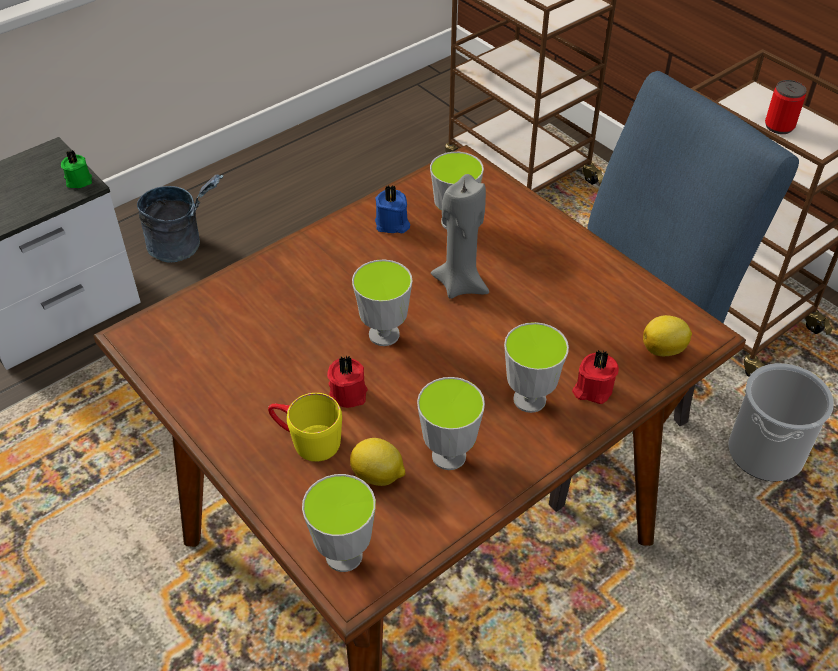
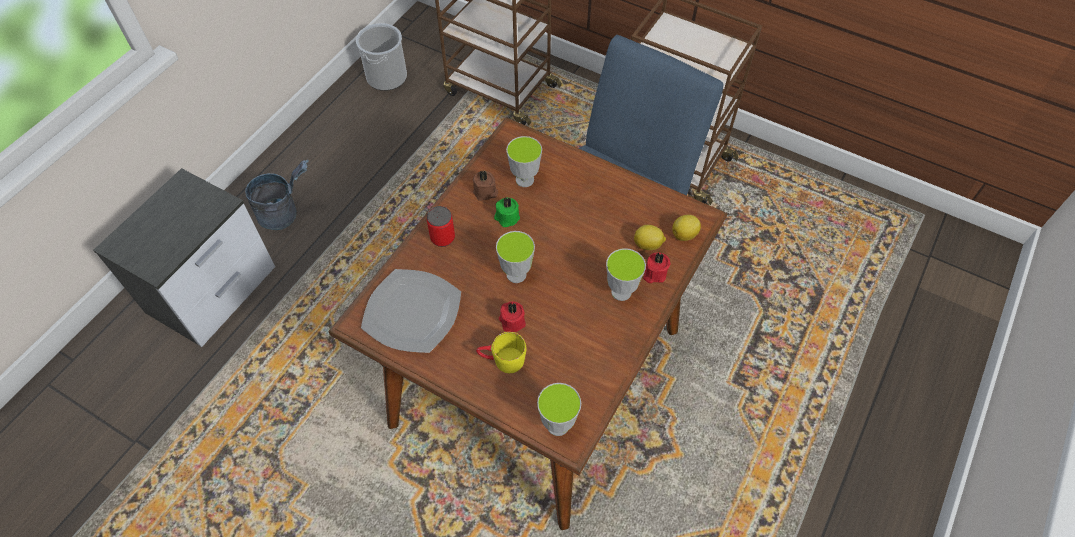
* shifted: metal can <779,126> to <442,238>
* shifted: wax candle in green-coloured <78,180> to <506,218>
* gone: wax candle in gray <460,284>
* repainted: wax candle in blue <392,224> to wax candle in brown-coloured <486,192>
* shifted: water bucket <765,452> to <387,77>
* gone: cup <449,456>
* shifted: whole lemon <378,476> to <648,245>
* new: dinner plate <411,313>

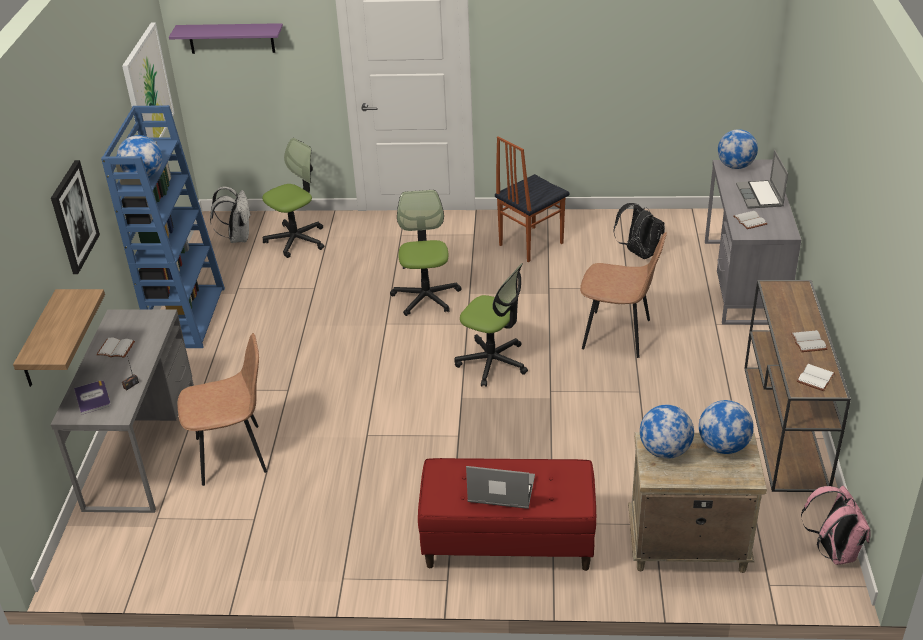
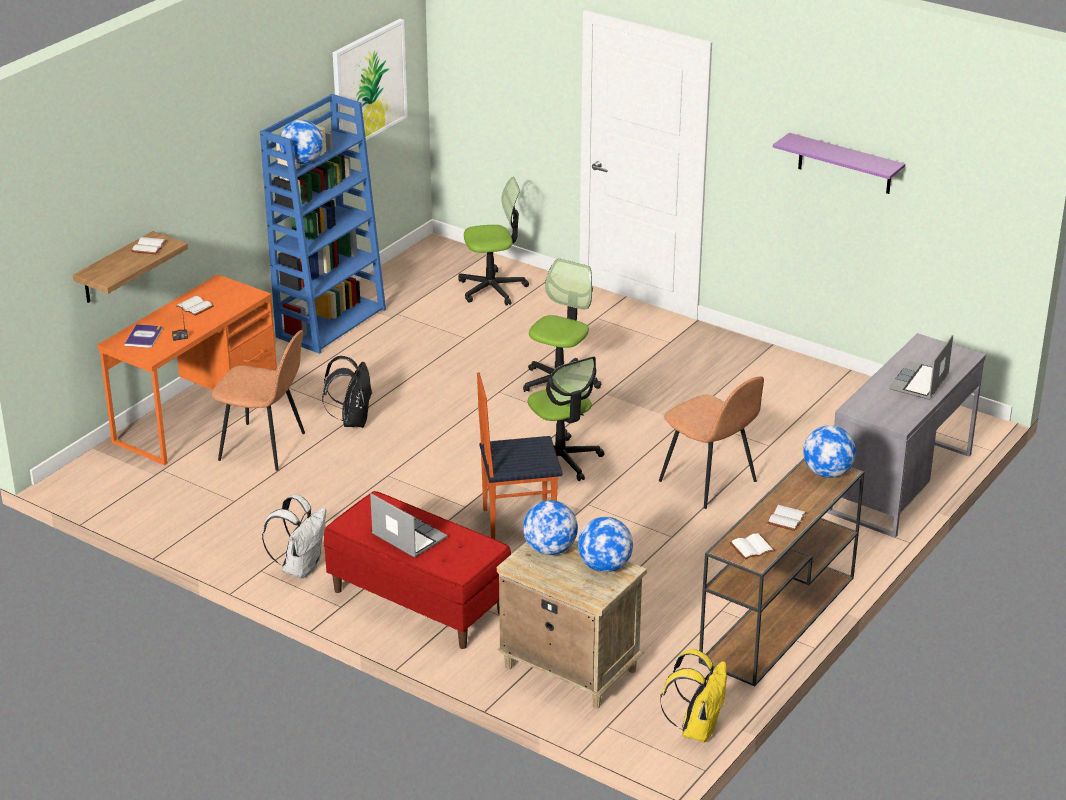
* shifted: shelf in purple <231,38> to <845,164>
* shifted: world globe <735,166> to <827,473>
* shifted: chair <530,244> to <518,522>
* gone: wall picture <73,217>
* shifted: rucksack in white-coloured <238,237> to <301,567>
* shifted: rucksack in black-coloured <639,253> to <352,421>
* shifted: bound book in white-coloured <751,221> to <149,247>
* repainted: desk in gray <142,450> to desk in orange <197,416>
* repainted: rucksack in pink-coloured <833,551> to rucksack in yellowish <697,728>

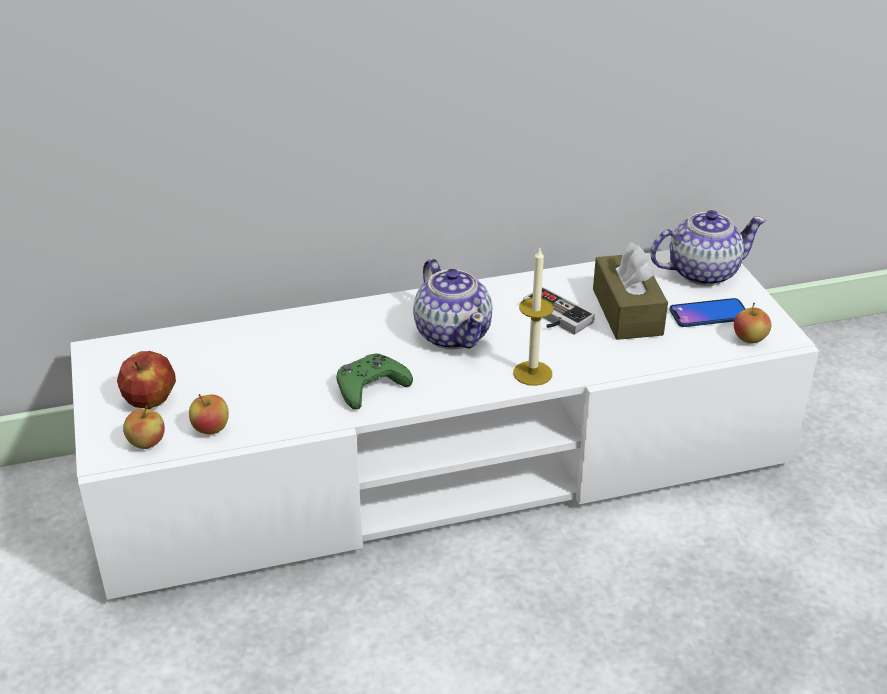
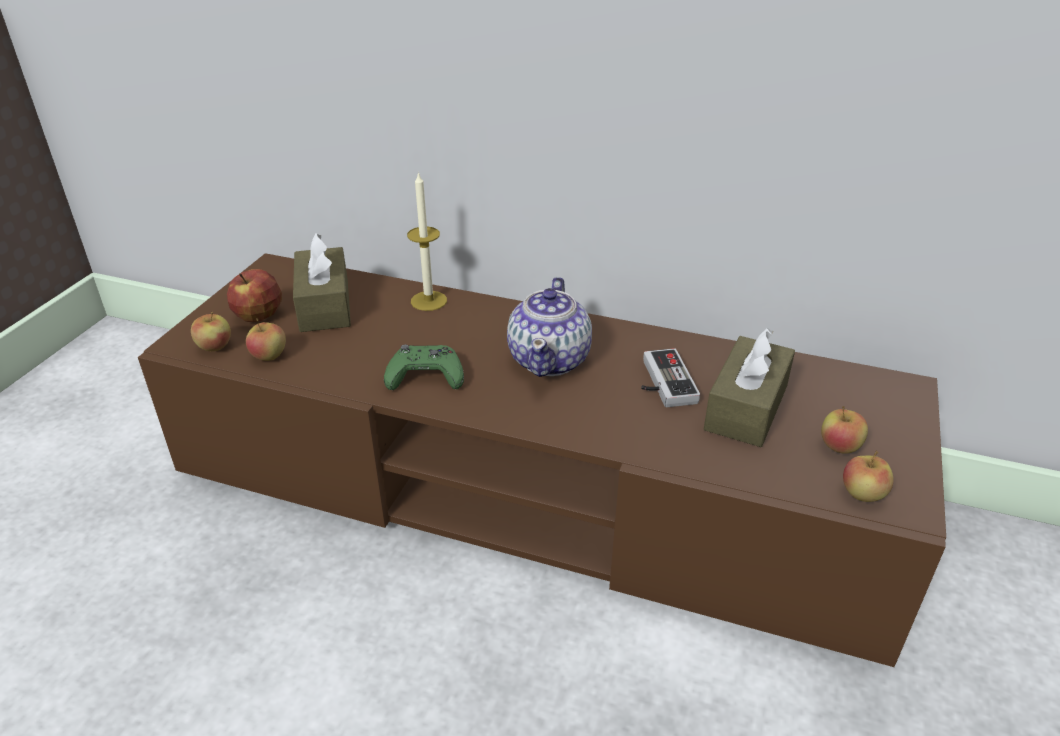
* gone: teapot <701,272>
* shifted: wax candle <532,373> to <429,301>
* repainted: tv unit in white-coloured <443,464> to tv unit in brown-coloured <530,489>
* swapped: telephone <709,314> to apple <839,447>
* new: tissue box in brown-coloured <324,305>

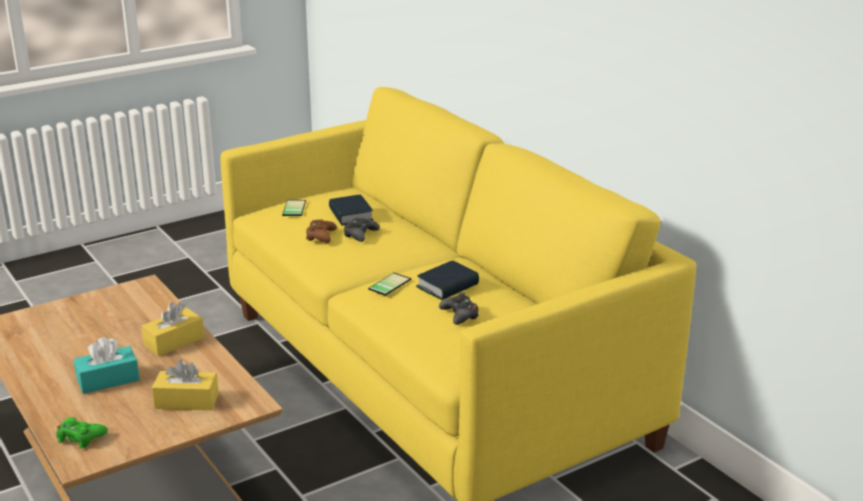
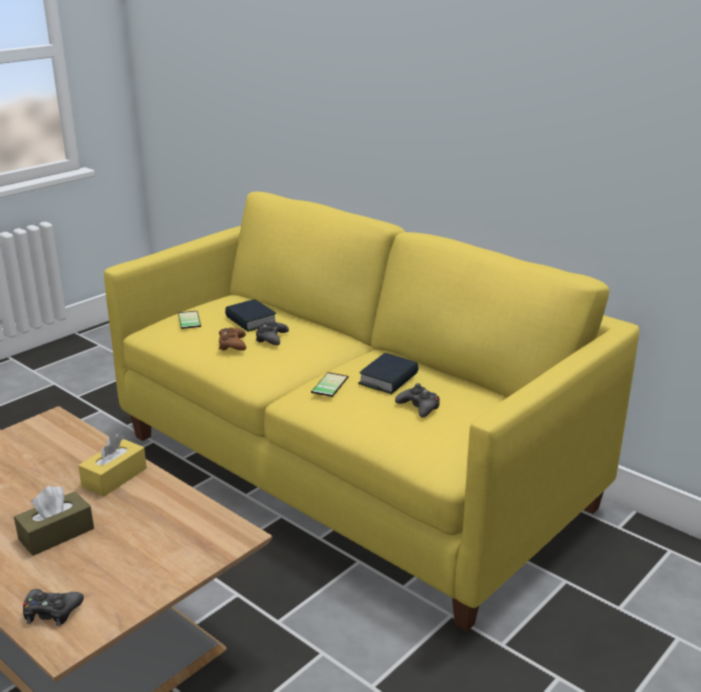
* repainted: tissue box in turquoise-coloured <108,380> to tissue box in brown-coloured <56,534>
* gone: tissue box in yellowish <186,401>
* repainted: game controller in green-coloured <80,437> to game controller in black-coloured <51,612>

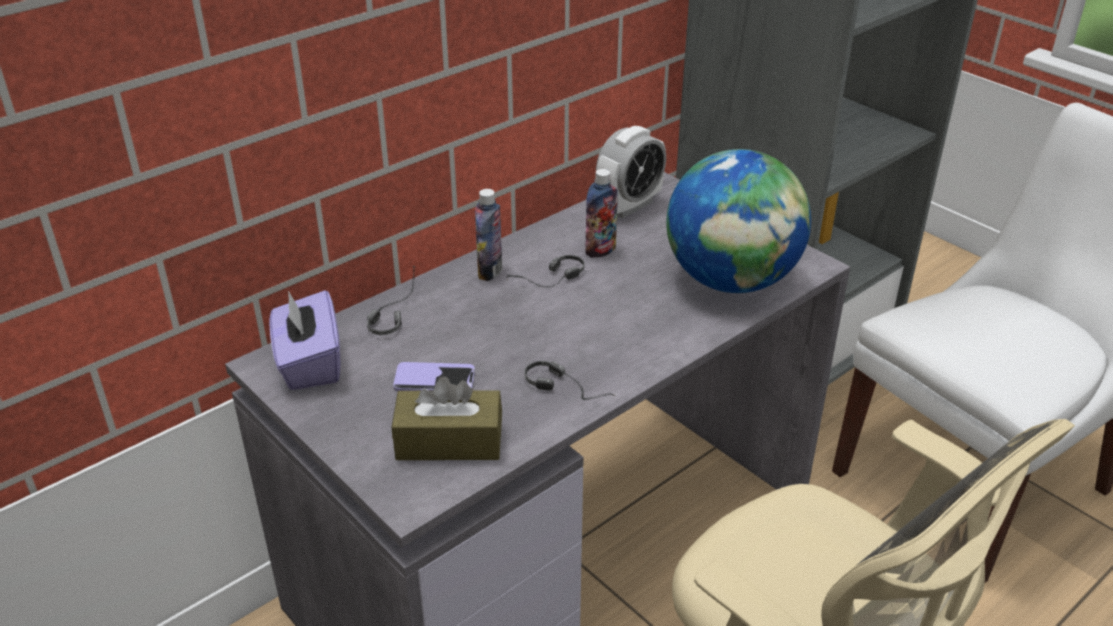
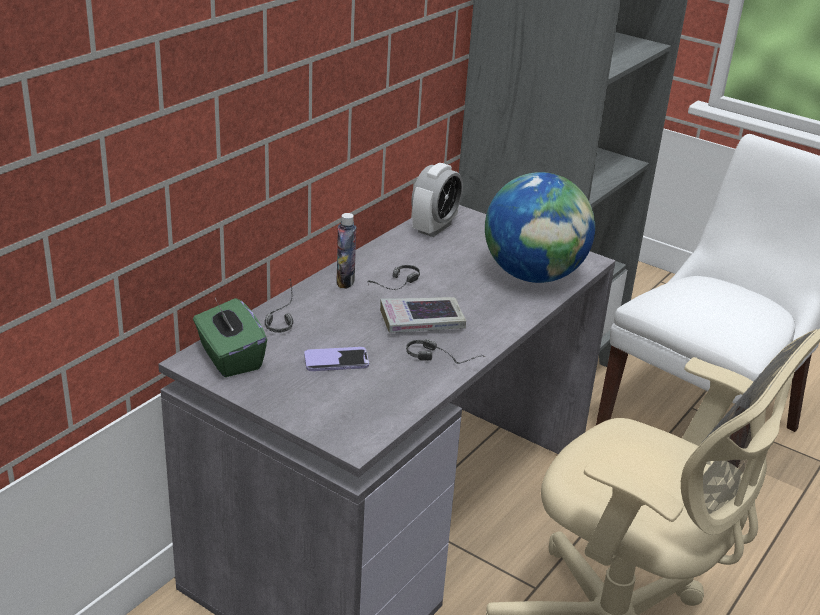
* gone: drink bottle <600,250>
* repainted: tissue box in purple <309,364> to tissue box in green-coloured <229,358>
* gone: tissue box in brown-coloured <449,441>
* new: bound book <422,321>

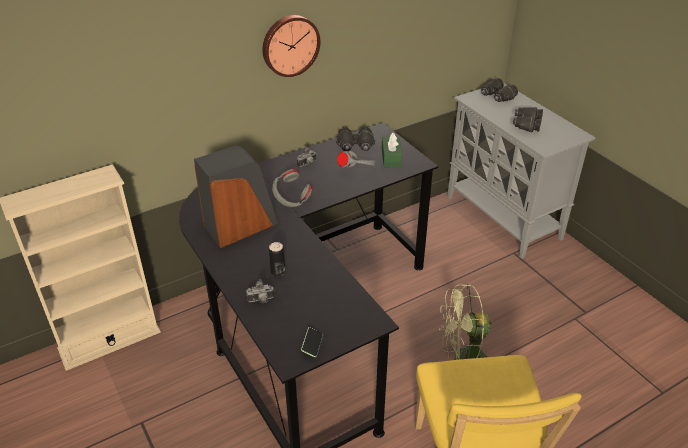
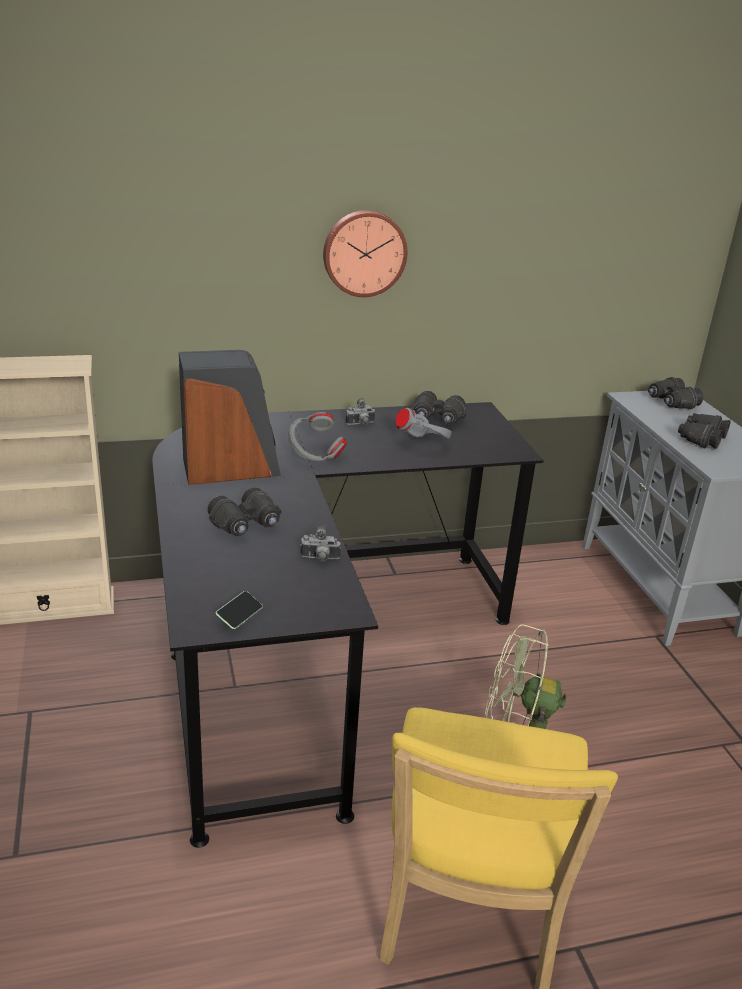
* gone: tissue box in green-coloured <391,158>
* swapped: metal can <278,271> to pair of binoculars in black-coloured <246,525>
* shifted: photo camera <261,300> to <319,559>

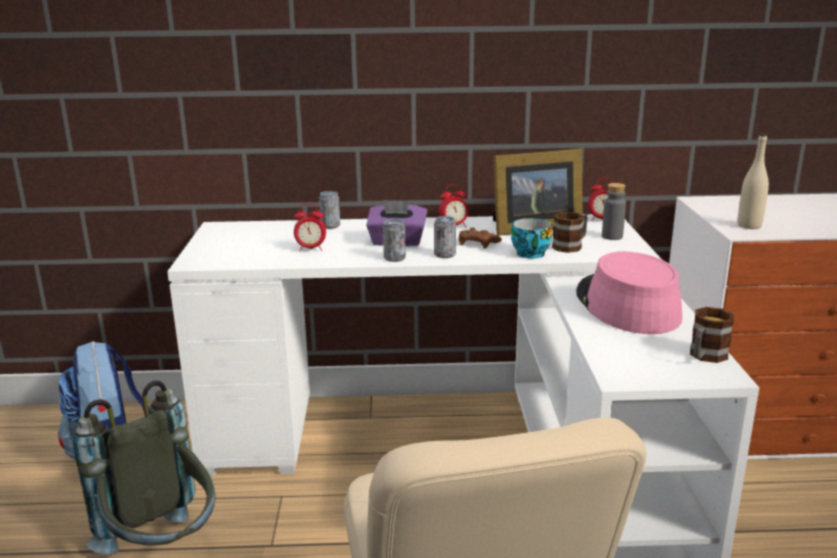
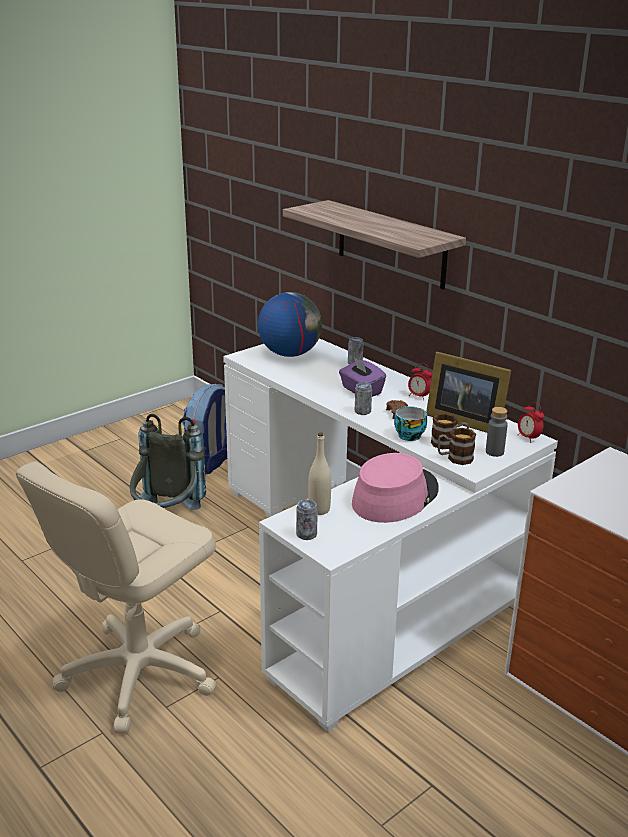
* shifted: drink bottle in beige-coloured <749,226> to <319,509>
* gone: alarm clock <310,249>
* shifted: metal can <394,258> to <306,535>
* shifted: tea mug <705,357> to <455,458>
* new: shelf <391,244>
* new: world globe <289,354>

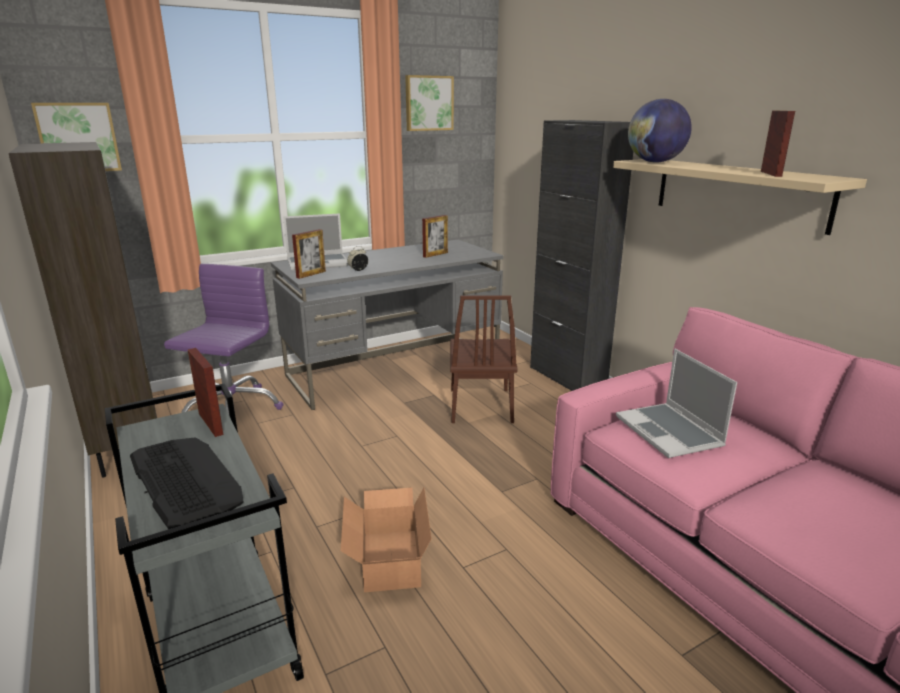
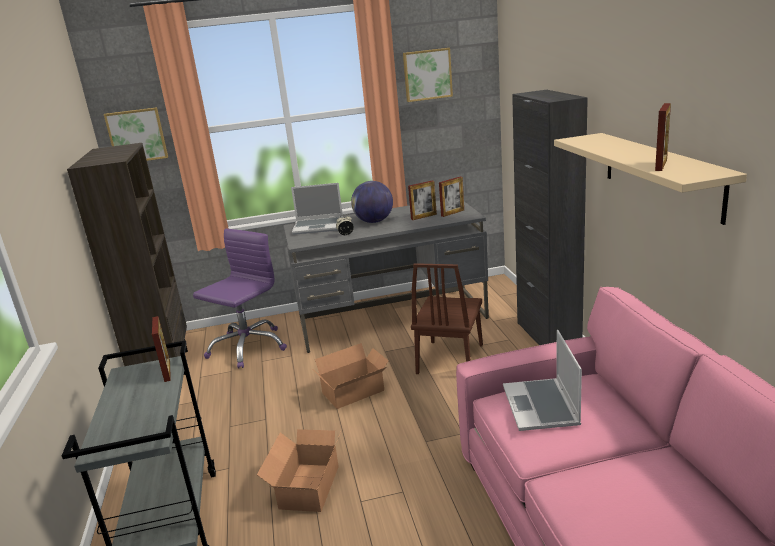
* shifted: world globe <655,162> to <374,221>
* shifted: standing frame <311,274> to <452,213>
* gone: computer keyboard <185,480>
* new: cardboard box <355,392>

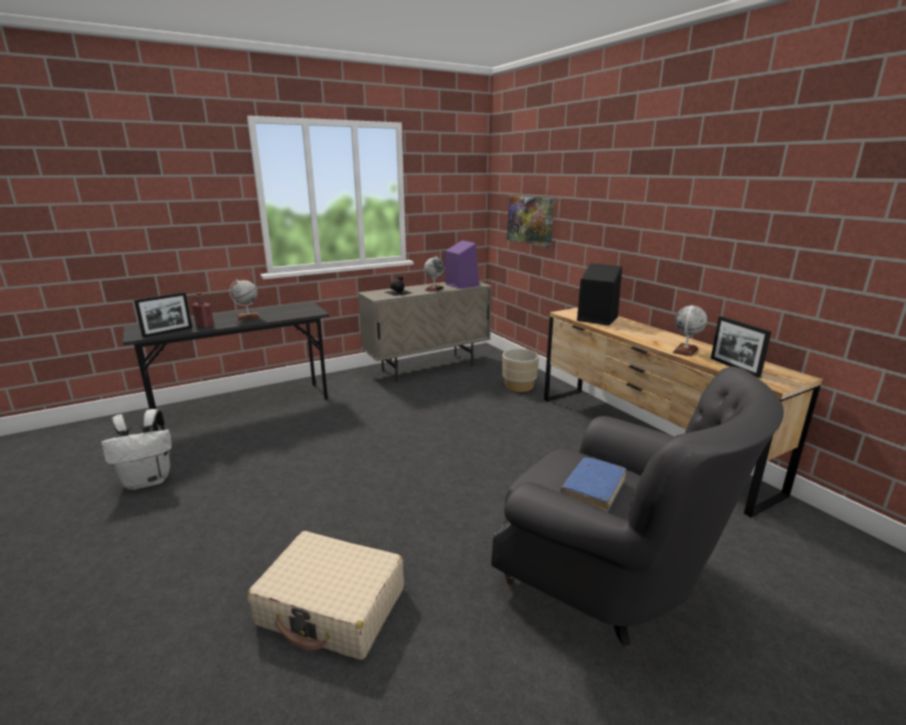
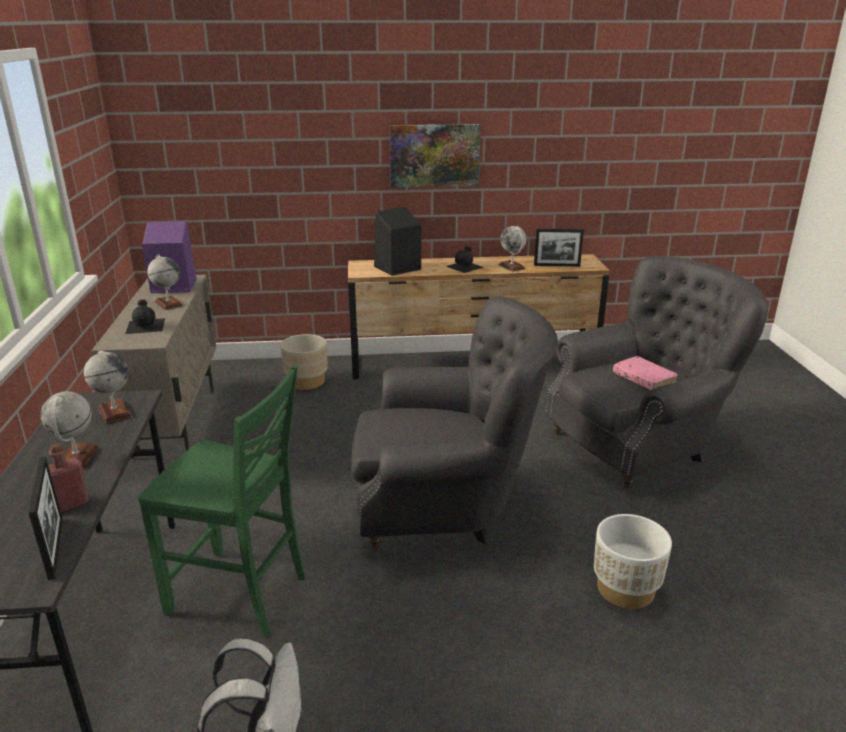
* shifted: wall picture <530,220> to <434,155>
* repainted: bound book in blue <593,490> to bound book in pink-coloured <643,379>
* swapped: travel case in beige-coloured <332,607> to plant pot in white-coloured <625,589>
* new: drink bottle in black-coloured <465,266>
* new: easy chair in gray <444,505>
* new: world globe <115,412>
* new: chair in green-coloured <241,595>

